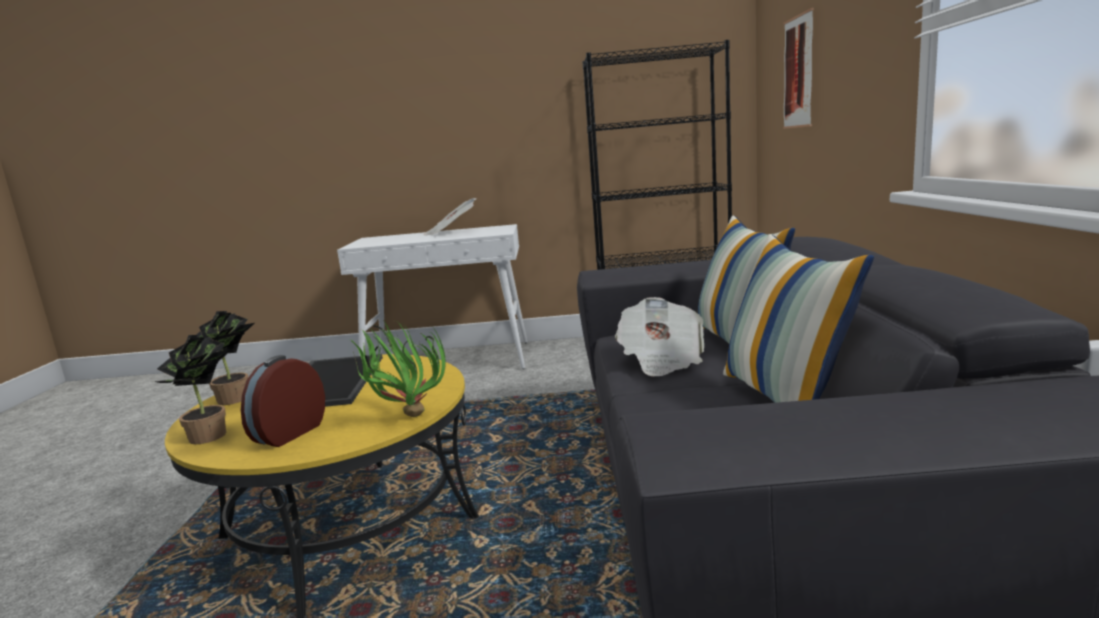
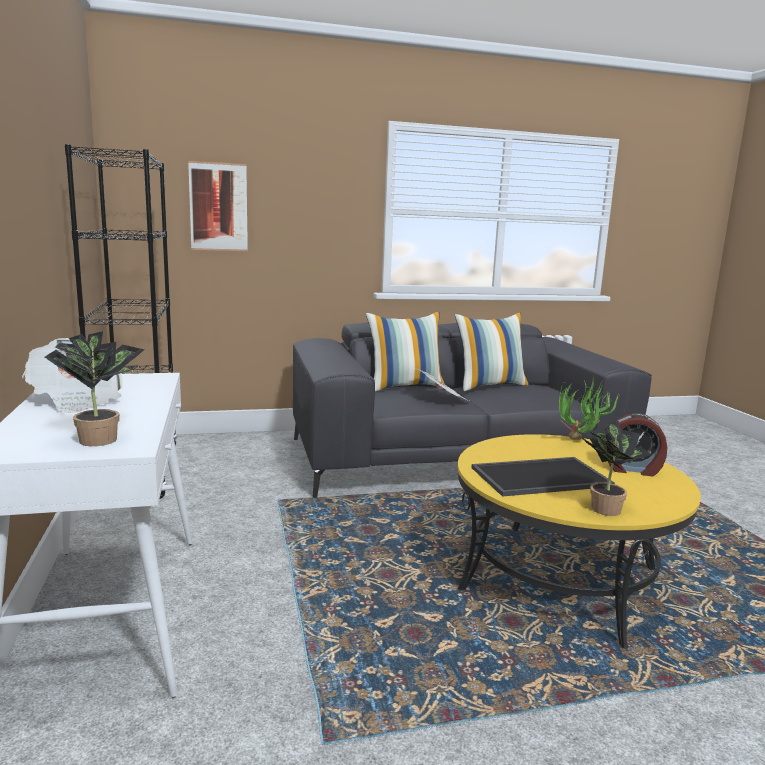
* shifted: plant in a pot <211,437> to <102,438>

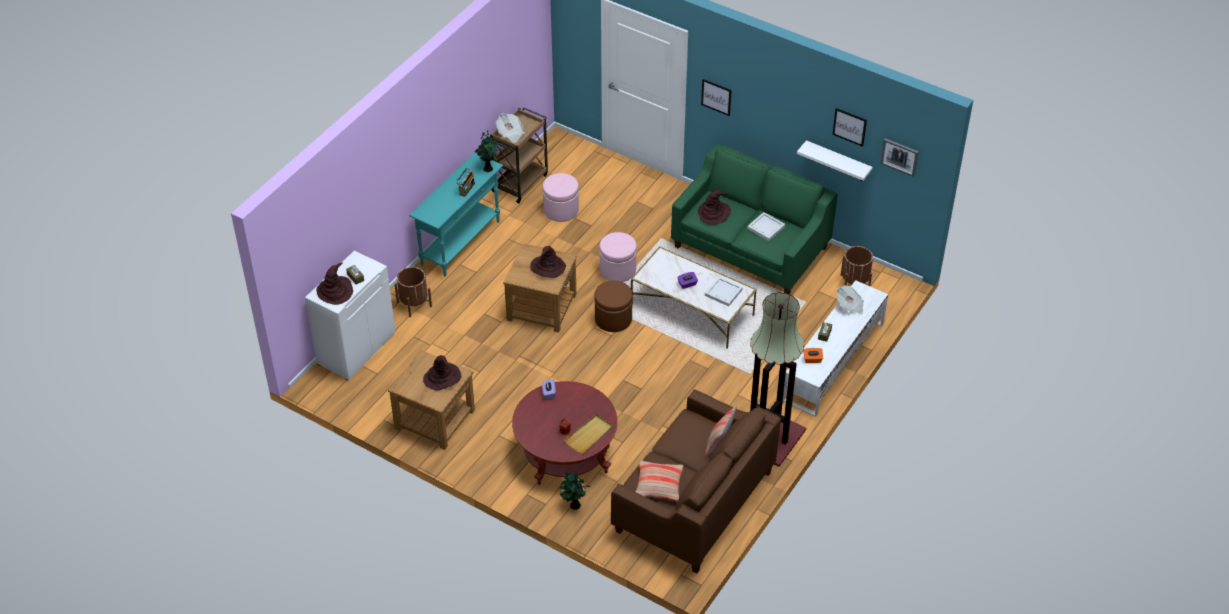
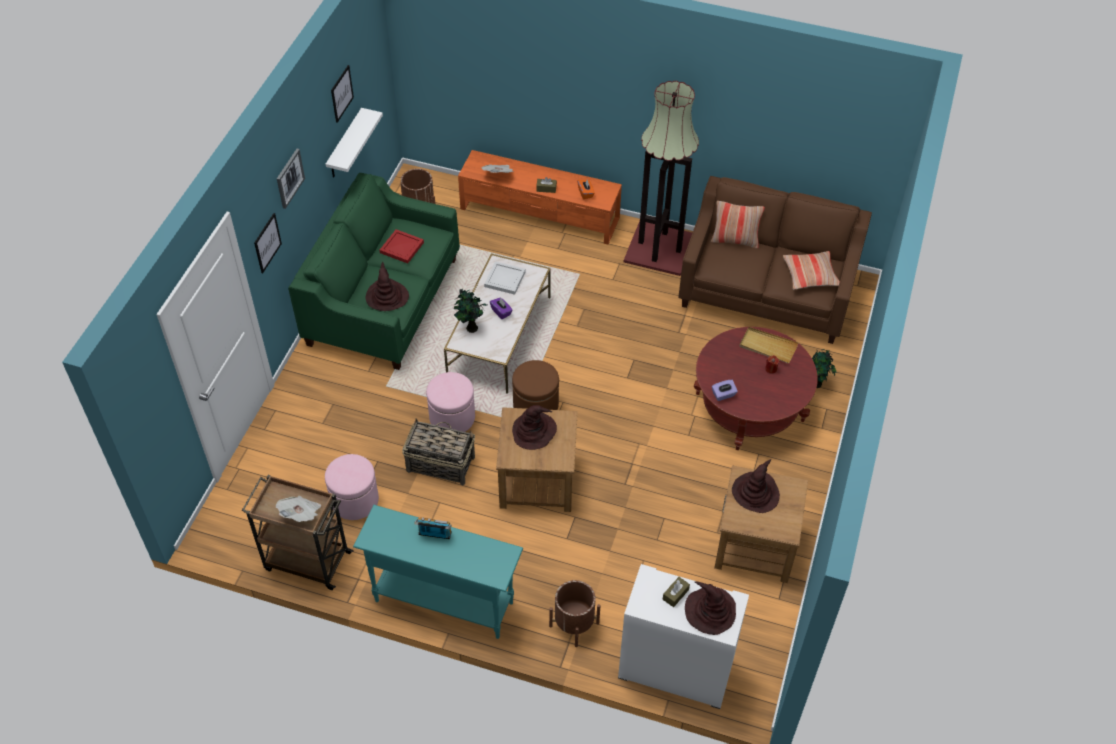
* shifted: plant in a pot <488,168> to <471,328>
* shifted: wall picture <899,156> to <289,178>
* repainted: serving tray in white-coloured <766,227> to serving tray in red-coloured <401,248>
* repainted: tv unit in white-coloured <833,362> to tv unit in orange <540,213>
* new: storage basket <440,463>

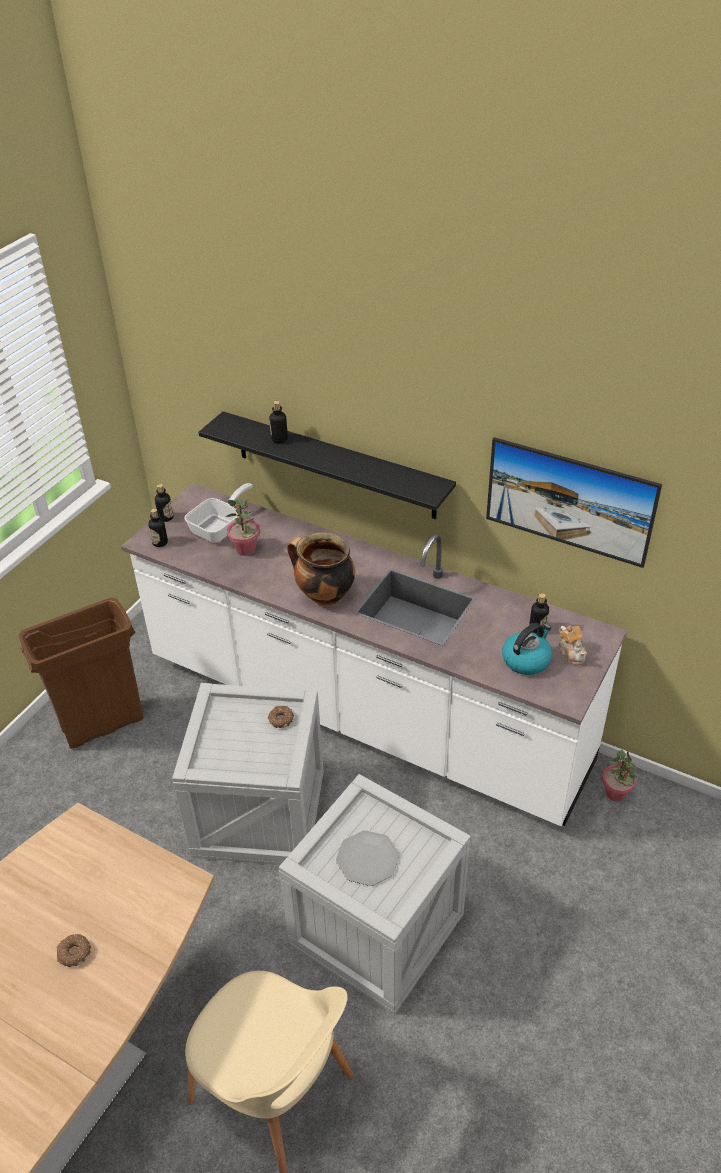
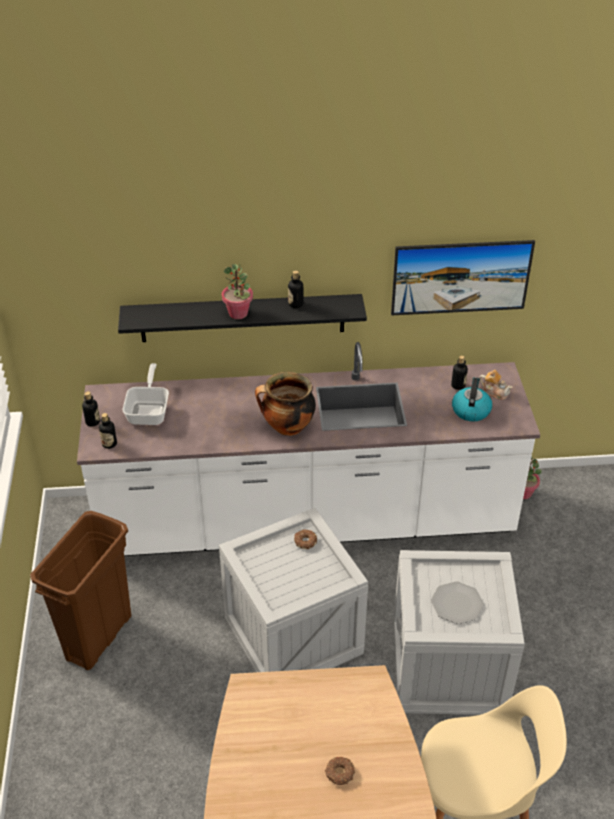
* shifted: drink bottle <279,439> to <295,304>
* shifted: plant in a pot <246,549> to <238,313>

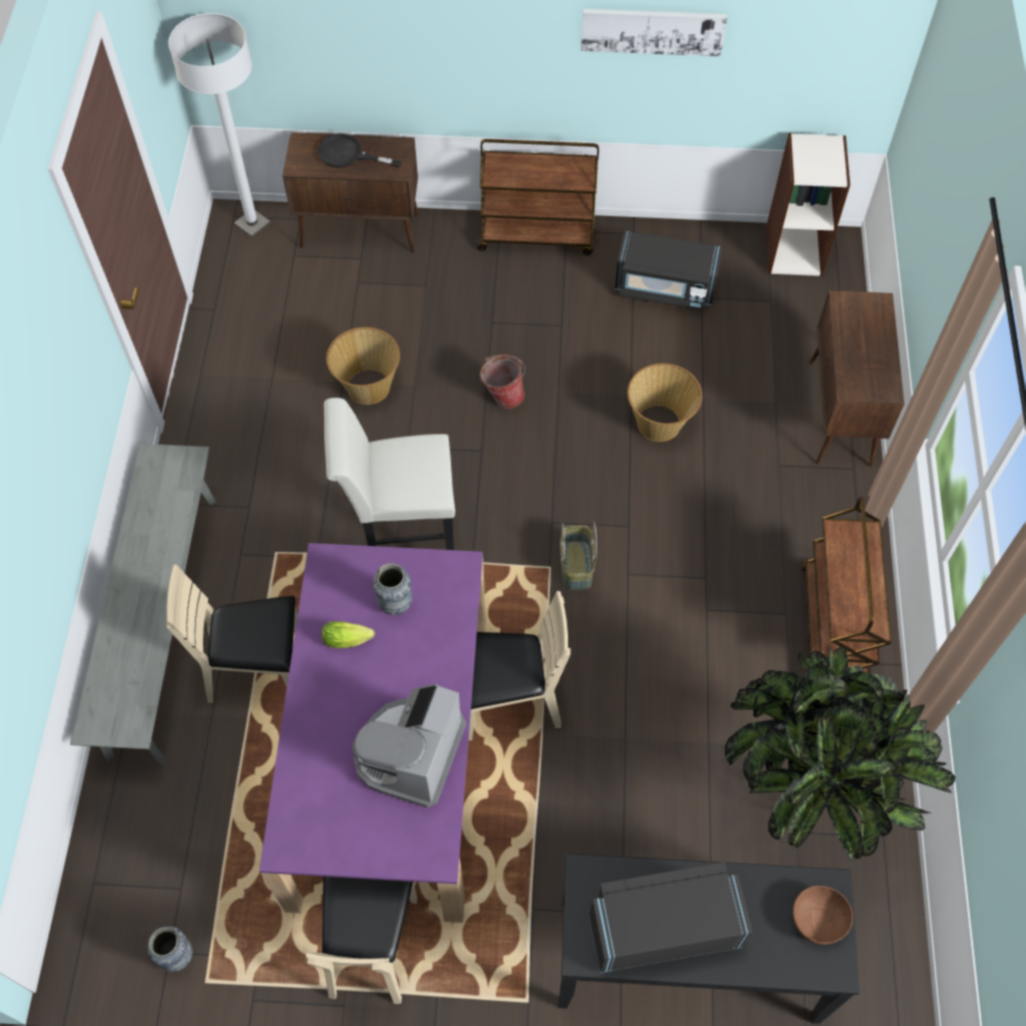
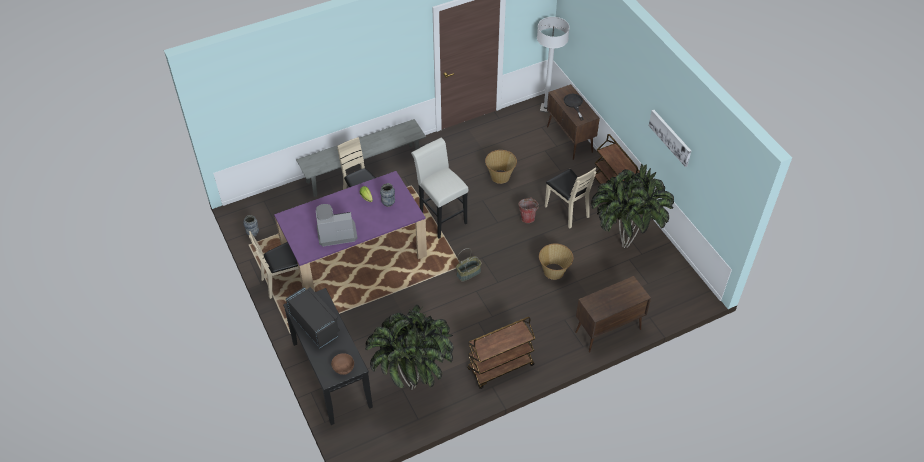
* gone: bookcase <793,250>
* swapped: microwave oven in black-coloured <664,287> to plant in a pot <624,245>
* shifted: chair in beige-coloured <509,701> to <567,211>

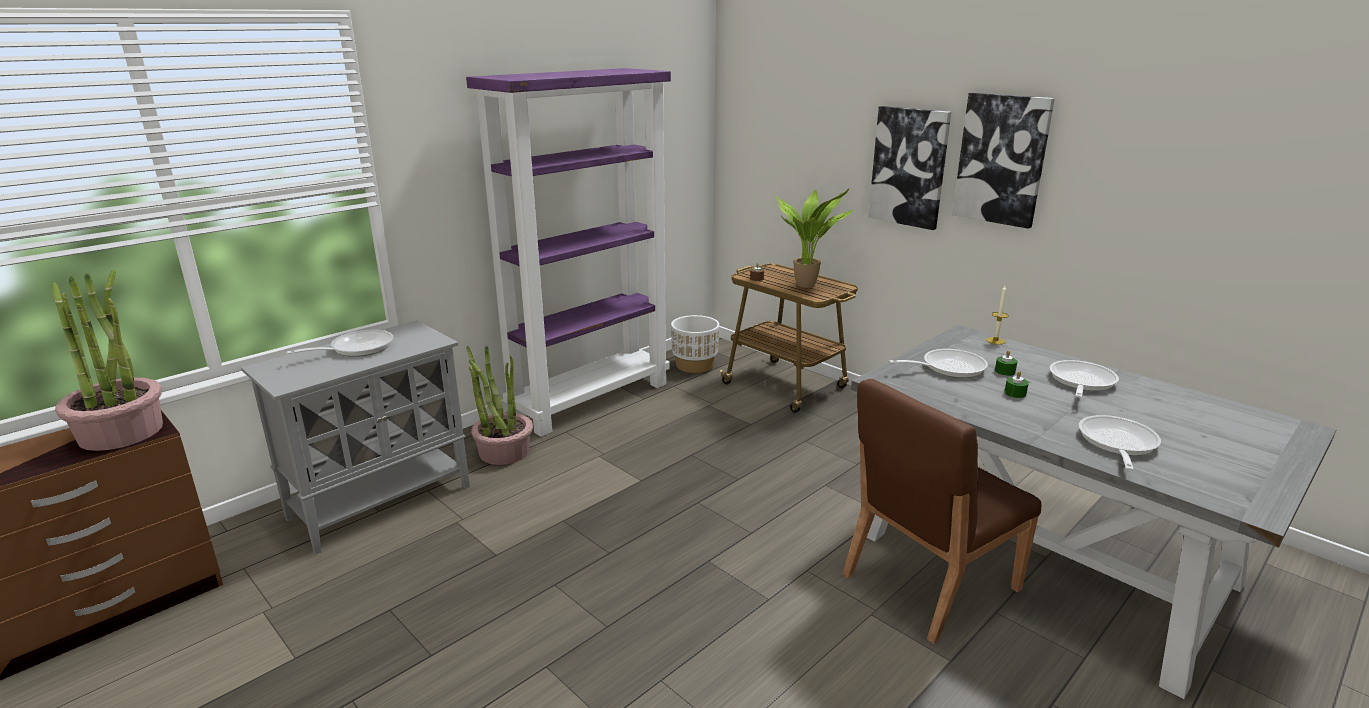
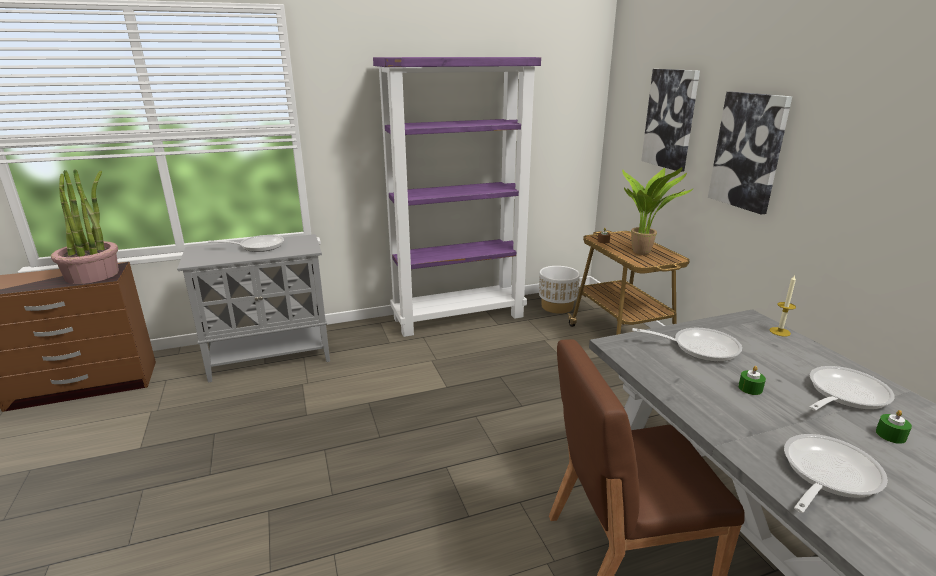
* shifted: wall picture <1002,159> to <670,119>
* gone: plant in a pot <504,451>
* shifted: wax candle in green-coloured <1004,371> to <890,435>

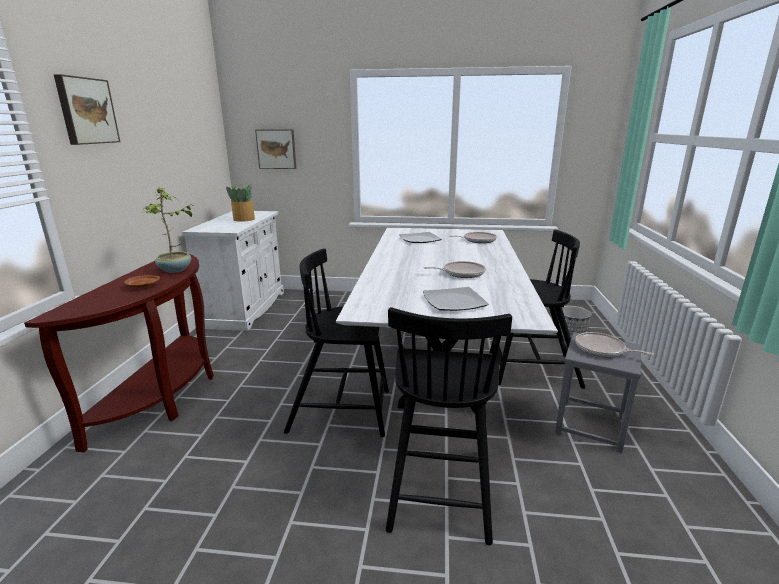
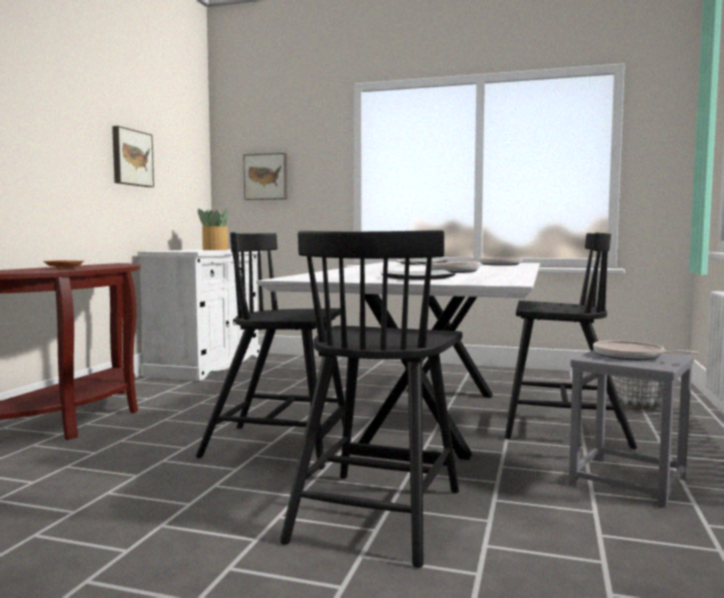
* shifted: wall picture <86,111> to <131,158>
* gone: plant in a pot <175,270>

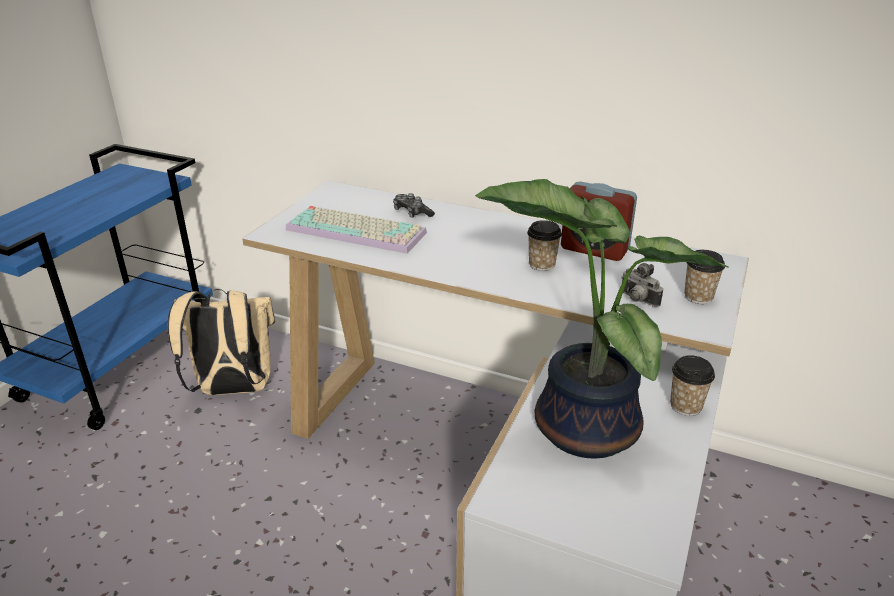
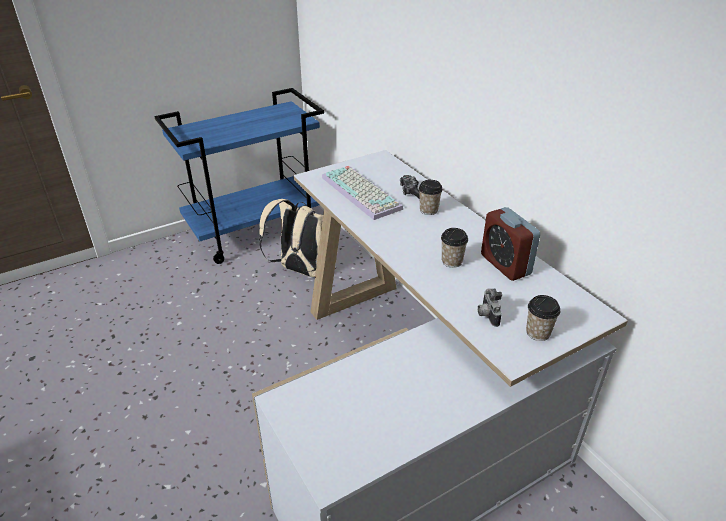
* gone: plant in a pot <579,425>
* shifted: cup <685,406> to <428,210>

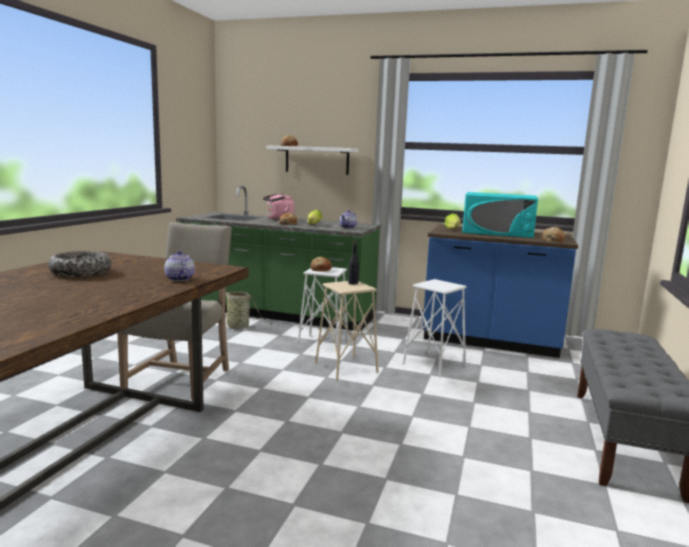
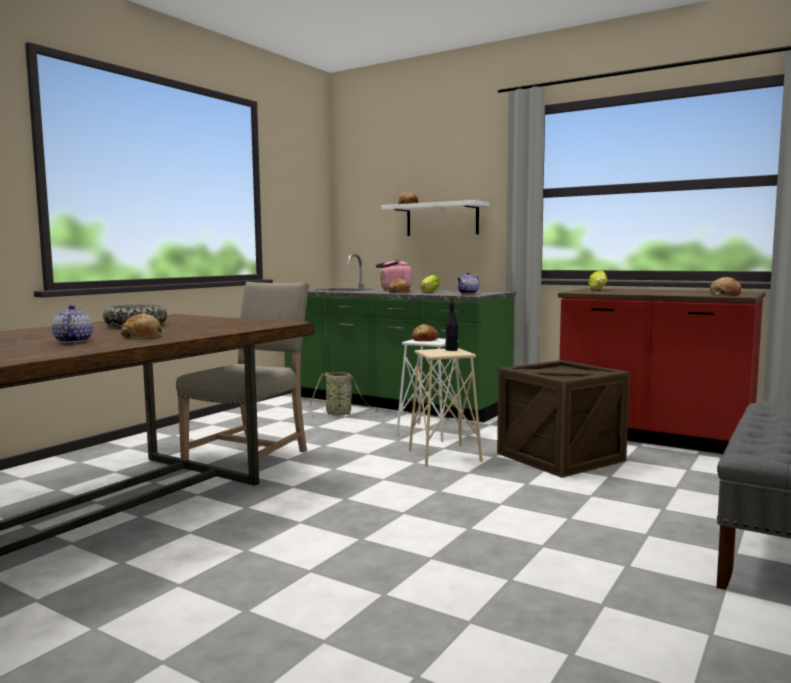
* gone: microwave oven in turquoise-coloured <497,232>
* repainted: kitchen base unit in blue <490,341> to kitchen base unit in red-coloured <654,437>
* shifted: teapot <179,279> to <72,341>
* swapped: stool in white-coloured <434,365> to crate <560,457>
* new: bread <142,336>

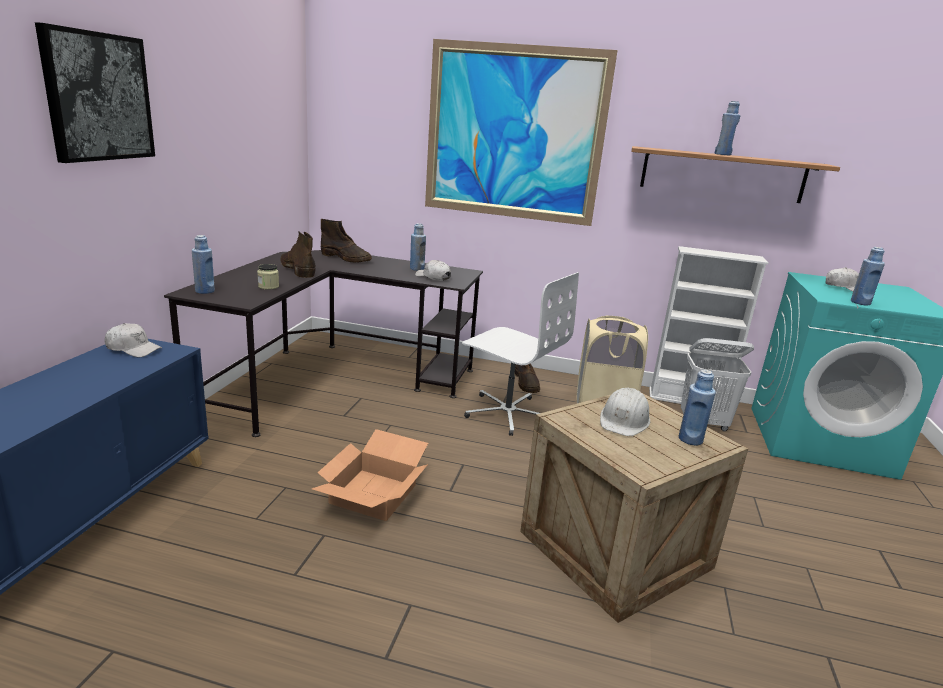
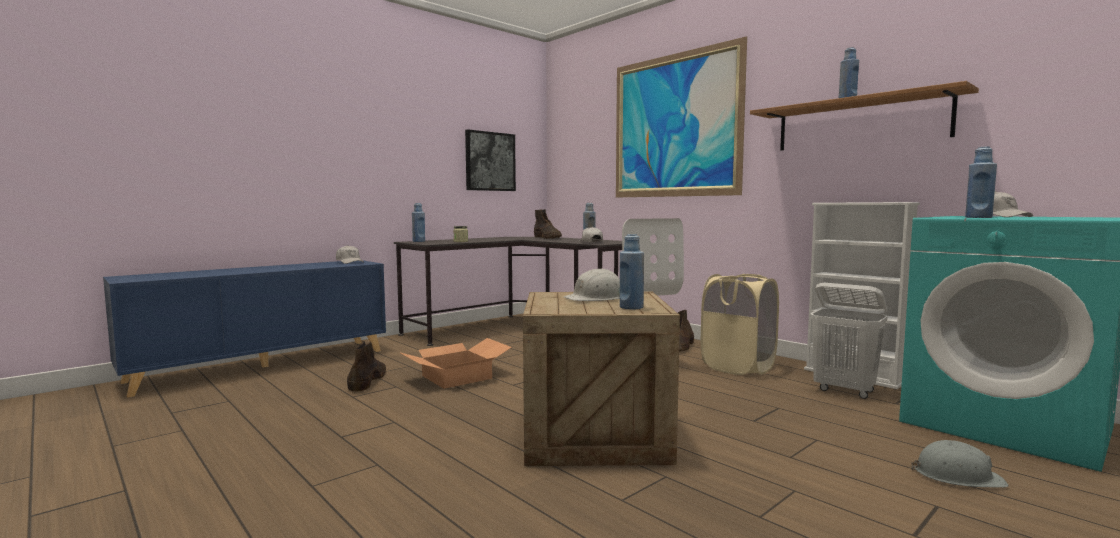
* shifted: wall picture <98,97> to <490,161>
* shifted: high-top boot in brown-coloured <297,269> to <367,380>
* new: work helmet in gray <957,476>

